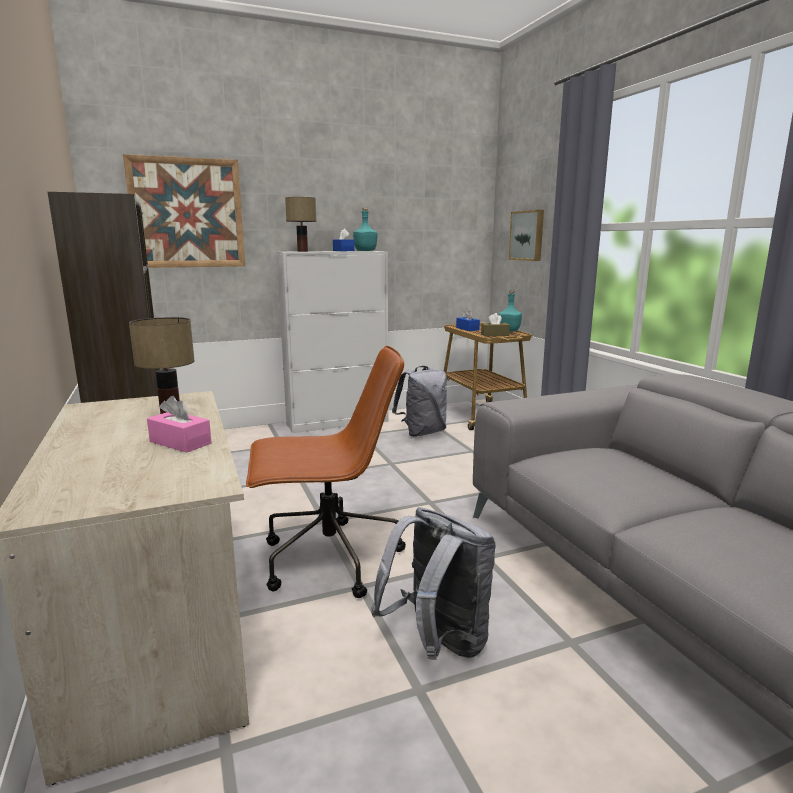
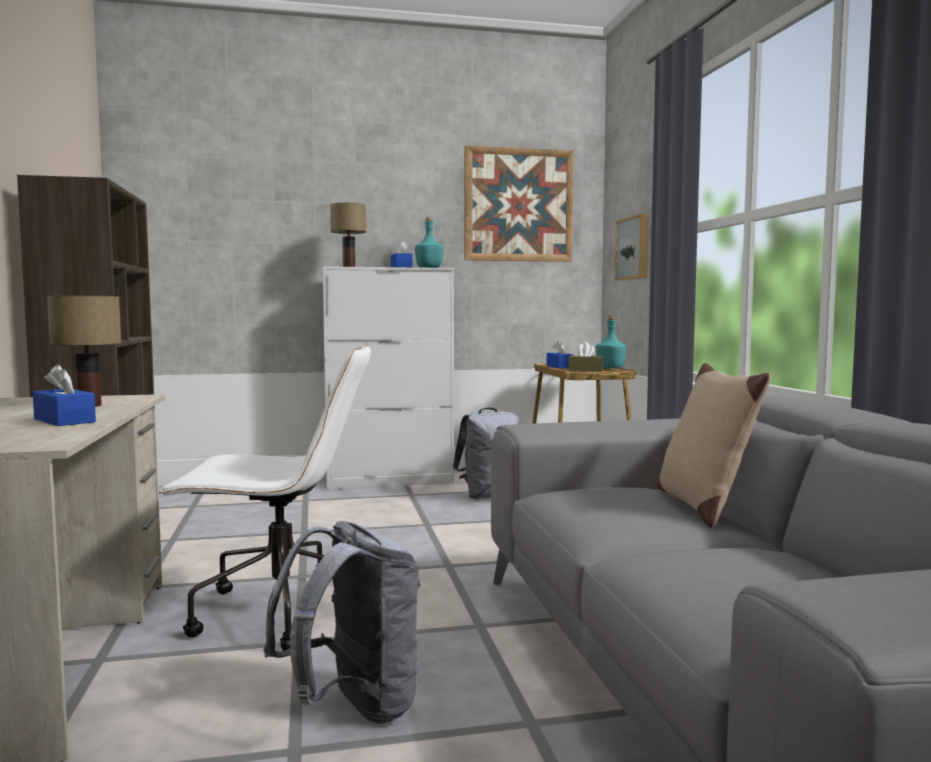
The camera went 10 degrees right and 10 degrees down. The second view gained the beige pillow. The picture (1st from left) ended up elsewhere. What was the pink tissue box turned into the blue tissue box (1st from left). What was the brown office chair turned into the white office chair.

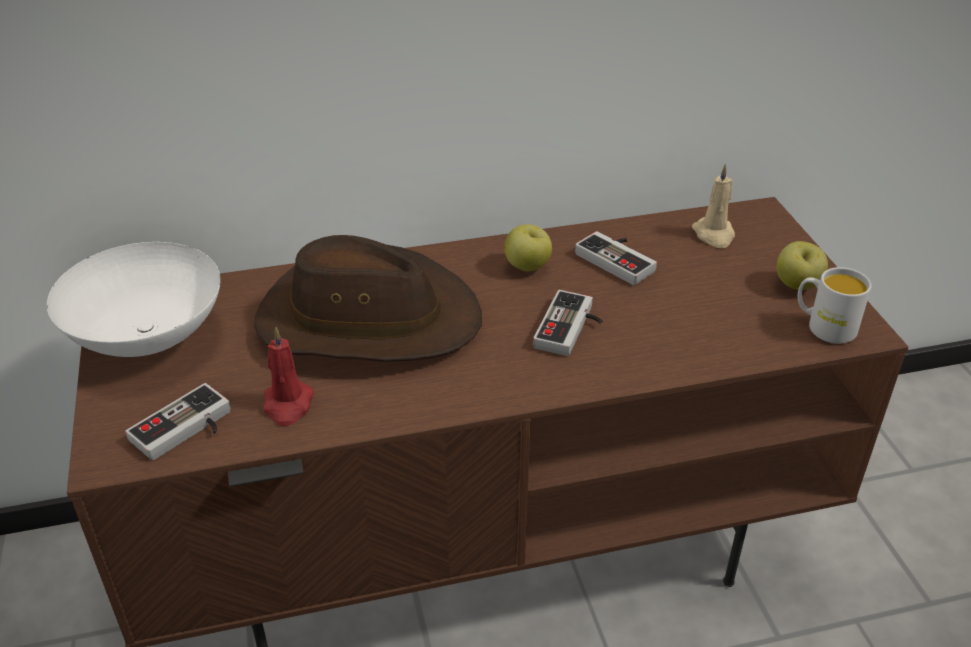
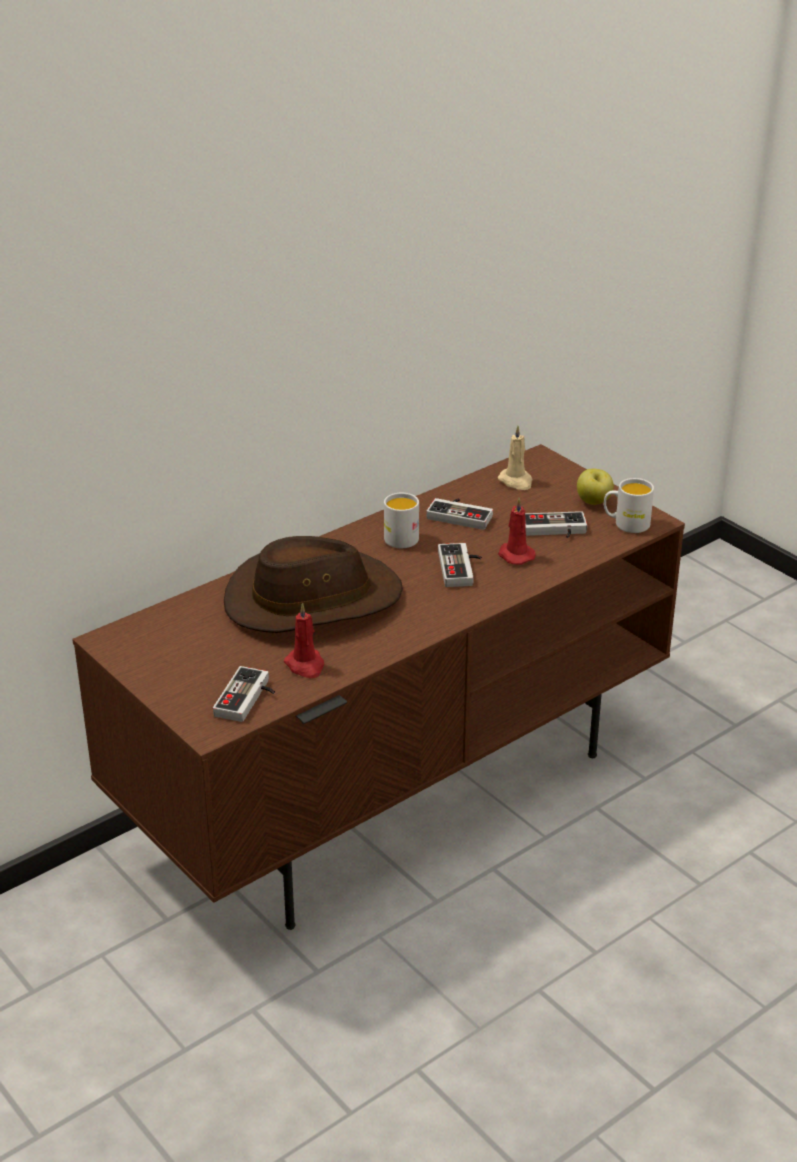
The camera went 25 degrees left and 5 degrees down. The second view lost the white bowl. The second view gained the red candle (2nd from left). The second view gained the game controller (4th from left). Where the apple (1st from left) stood, the white mug (1st from left) came to stand.

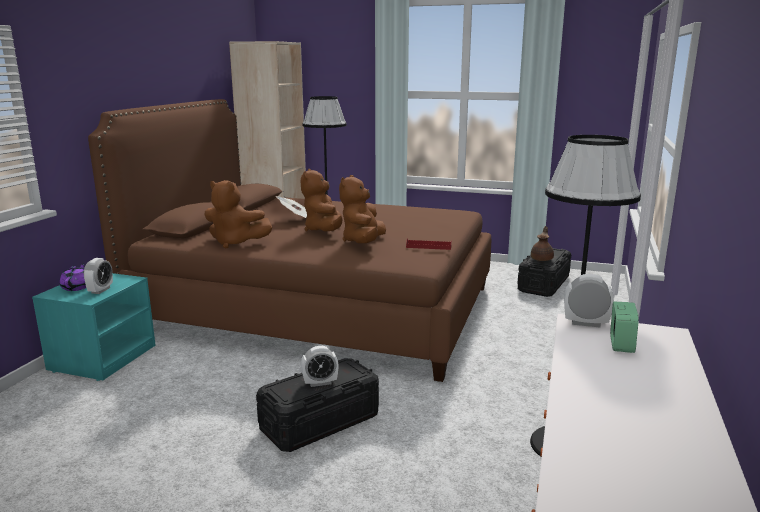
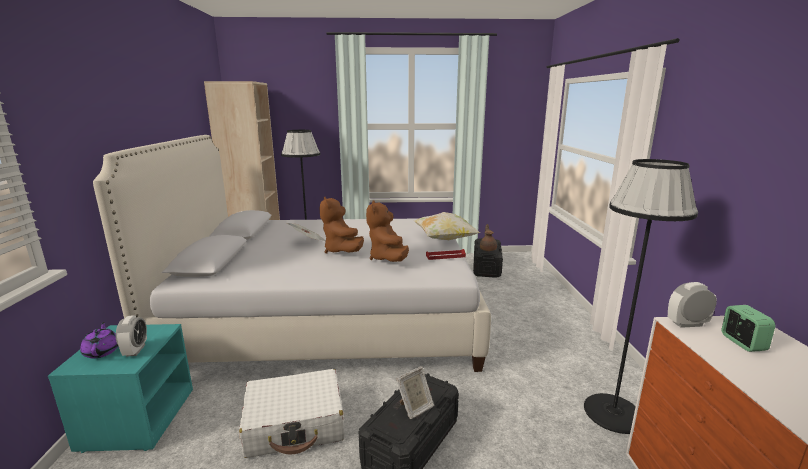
The camera went 20 degrees left and 0 degrees up. The second view lost the brown plush toy (1st from left). The second view gained the white suitcase. The second view gained the pillow. Where the alarm clock (2nd from left) stood, the picture frame came to stand. What was the brown bed turned into the white bed.

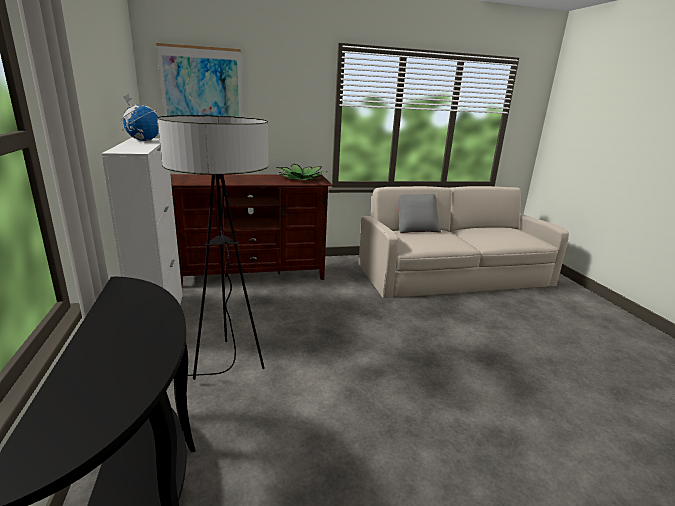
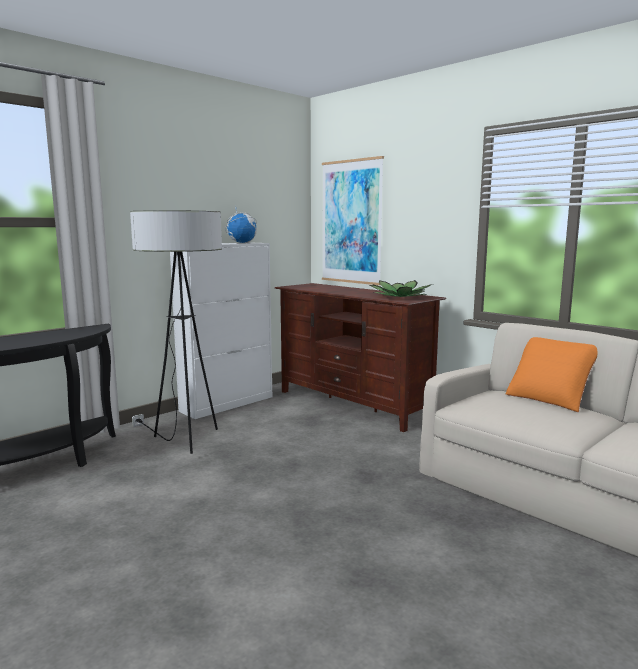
The camera went 60 degrees right and 10 degrees down. What was the grey pillow turned into the orange pillow.

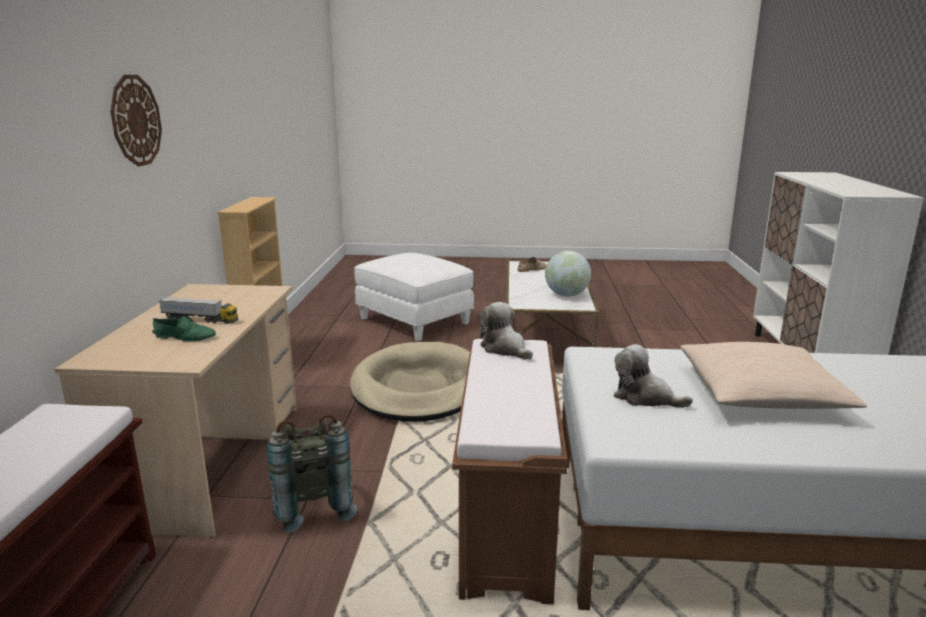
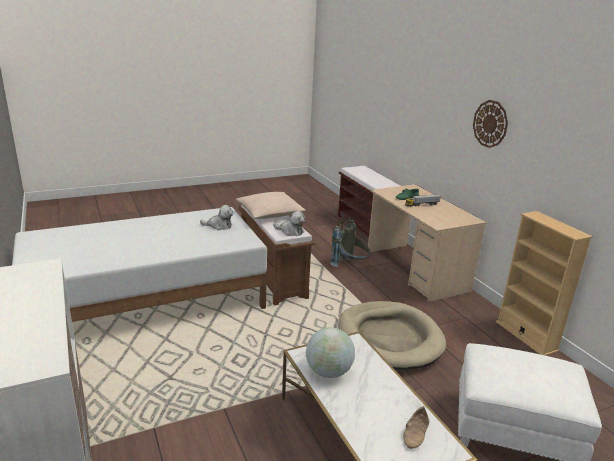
The camera went 150 degrees right and 5 degrees up. The beige pillow ended up elsewhere.

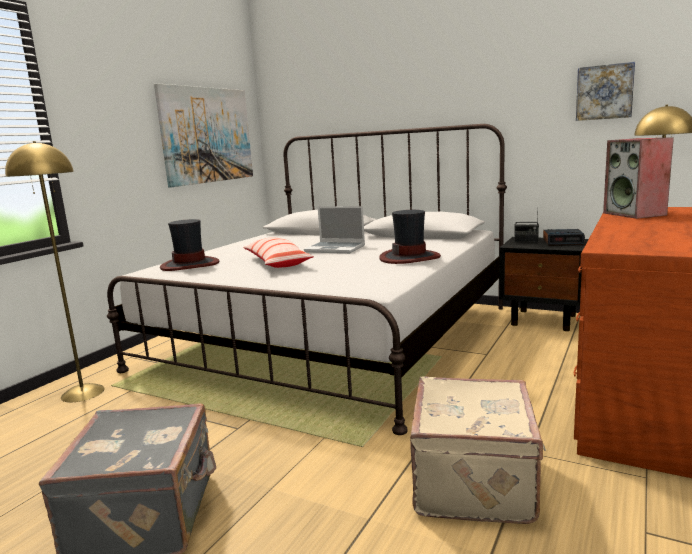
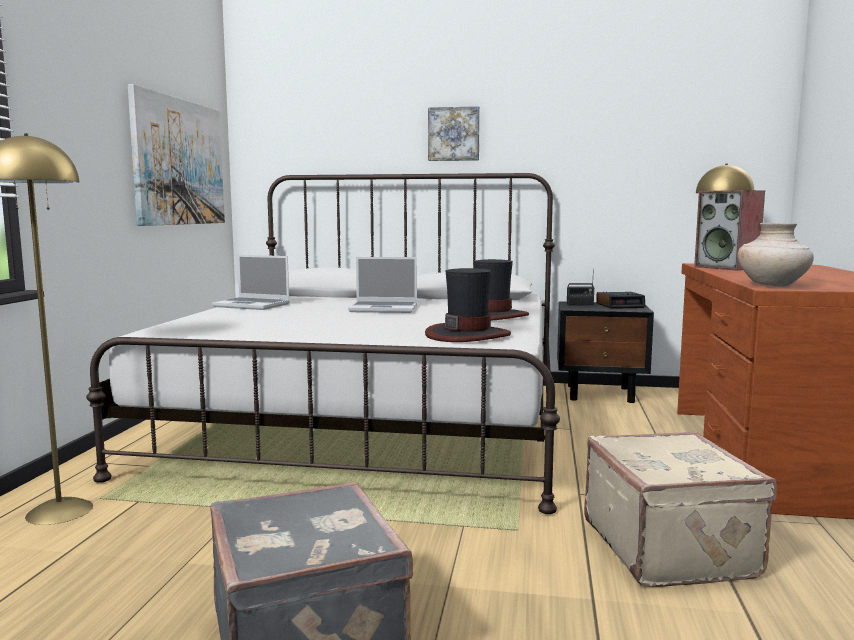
The camera went 20 degrees left and 5 degrees down. The second view lost the pillow. The second view gained the laptop (1st from left). The second view gained the beige vase. The hat (1st from left) ended up elsewhere. The picture (2nd from left) ended up elsewhere.

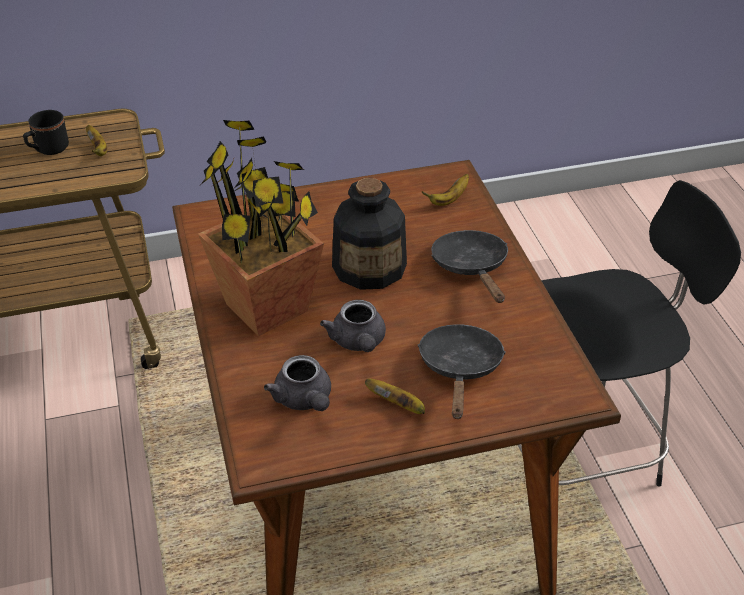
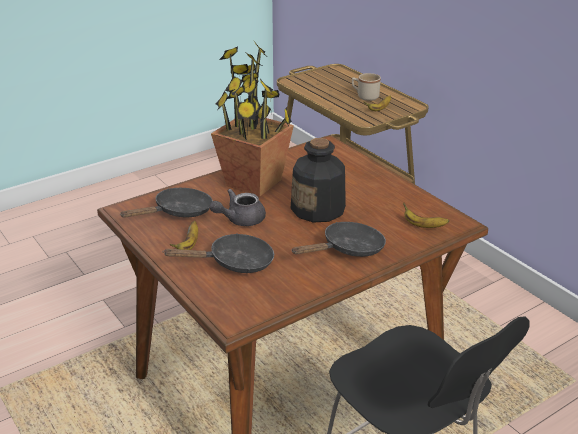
The camera went 70 degrees right and 10 degrees down. Where the grey teapot (1st from left) stood, the black frying pan (1st from left) came to stand. What was the black mug turned into the beige mug.

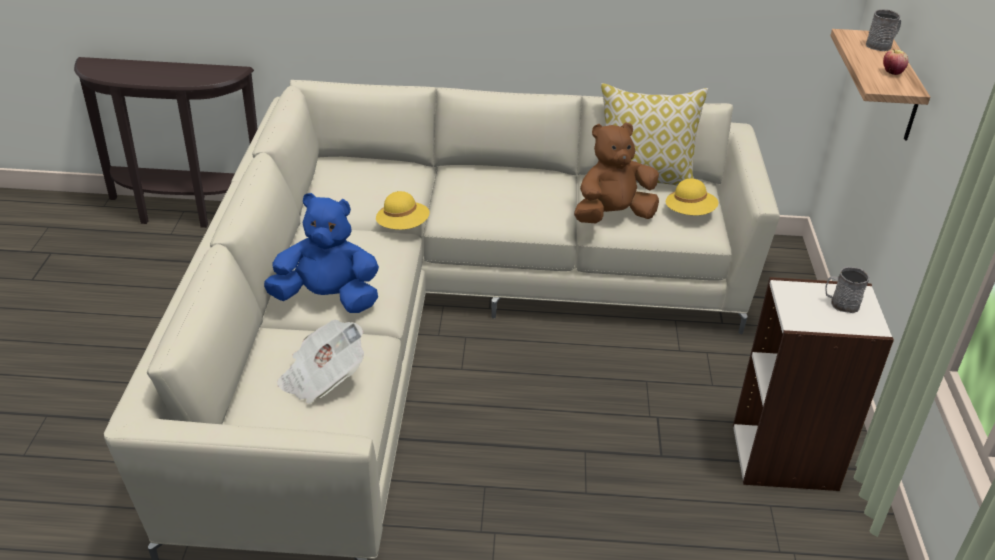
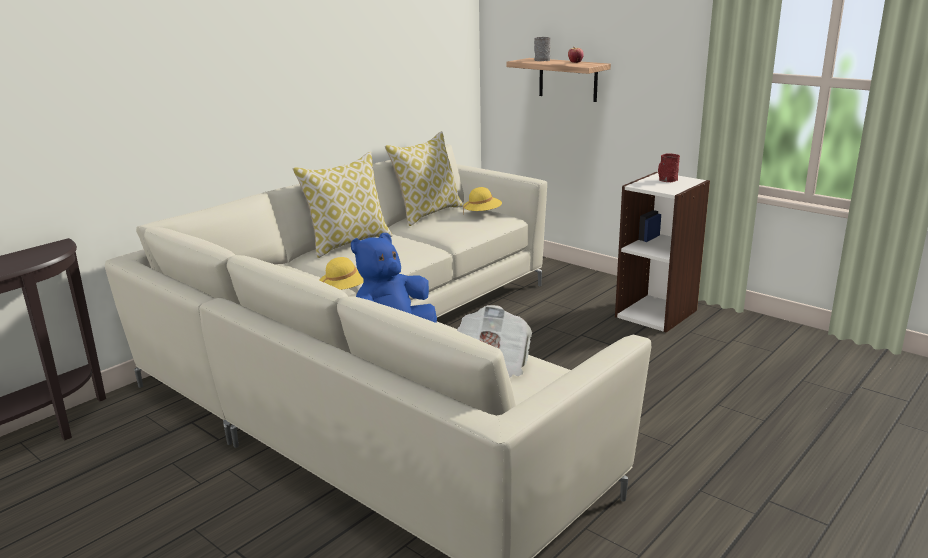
The camera went 50 degrees left and 15 degrees down. The second view lost the brown plush toy. The second view gained the pillow (1st from left). What was the grey mug (1st from left) turned into the red mug.

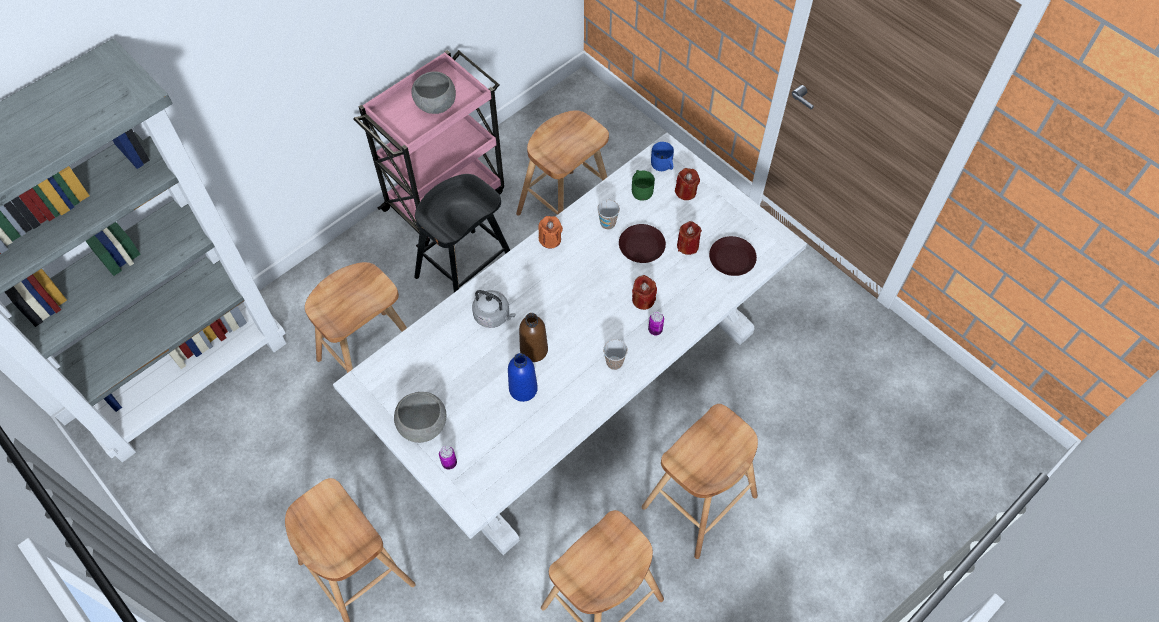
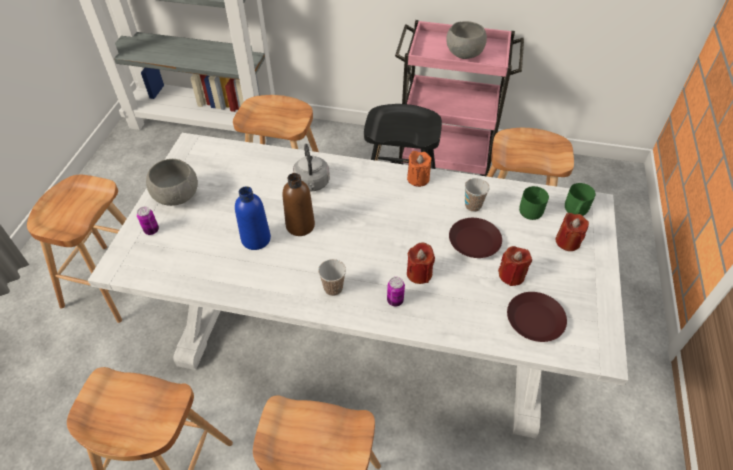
The camera went 55 degrees right and 10 degrees down. What was the blue mug turned into the green mug (2nd from left).

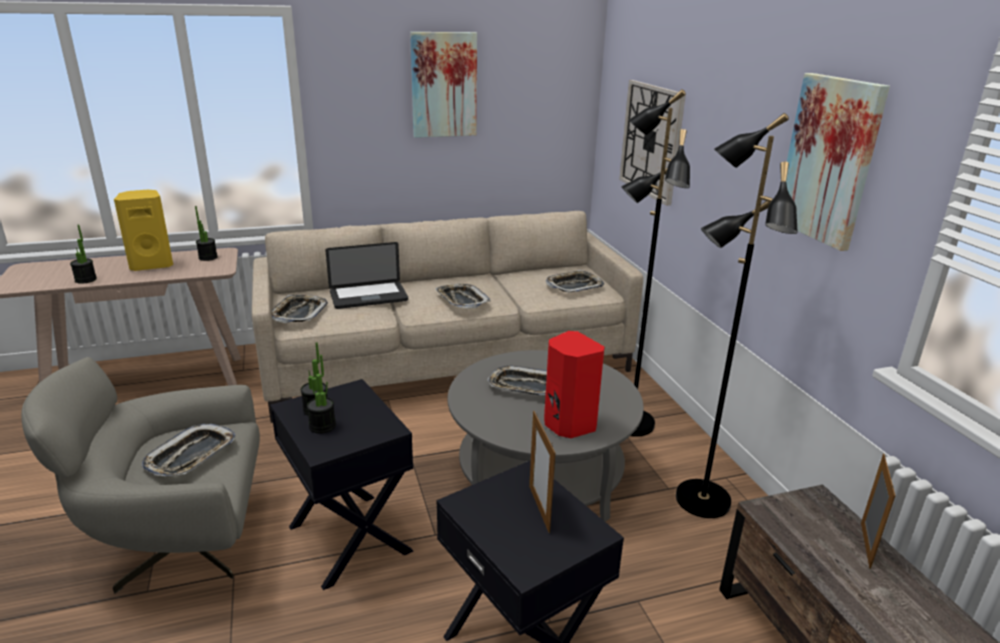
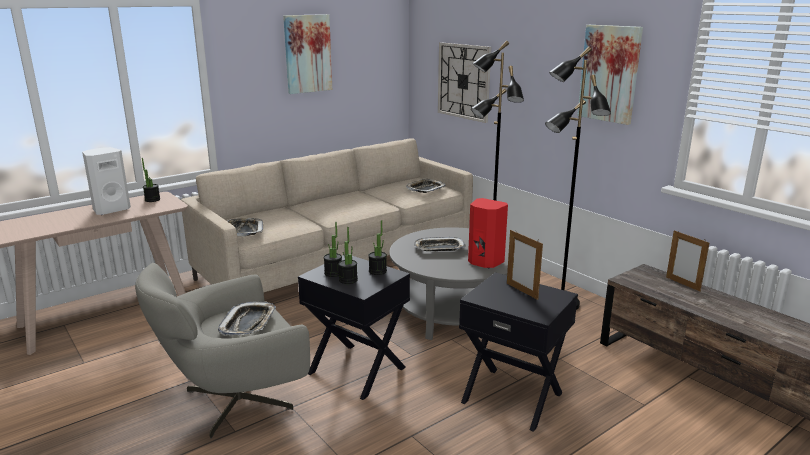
The camera went 20 degrees left and 5 degrees down. The second view lost the laptop. The second view lost the tray (3rd from left). The potted plant (1st from left in the first image) ended up elsewhere. What was the yellow speaker turned into the white speaker. The picture frame (2nd from left) ended up facing another way, 150 degrees clockwise from before.

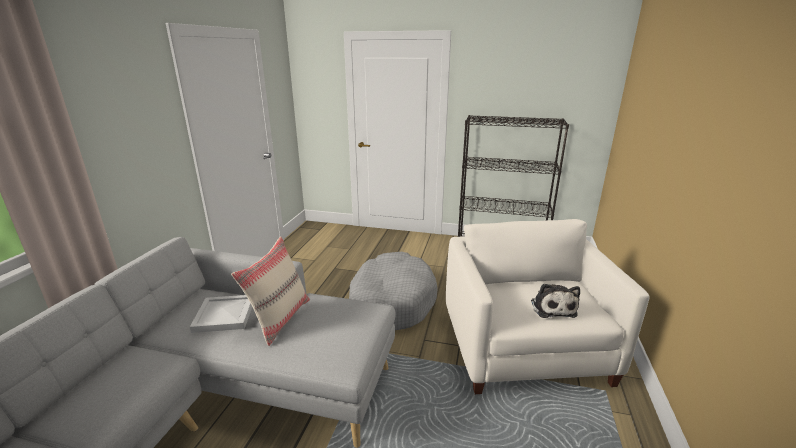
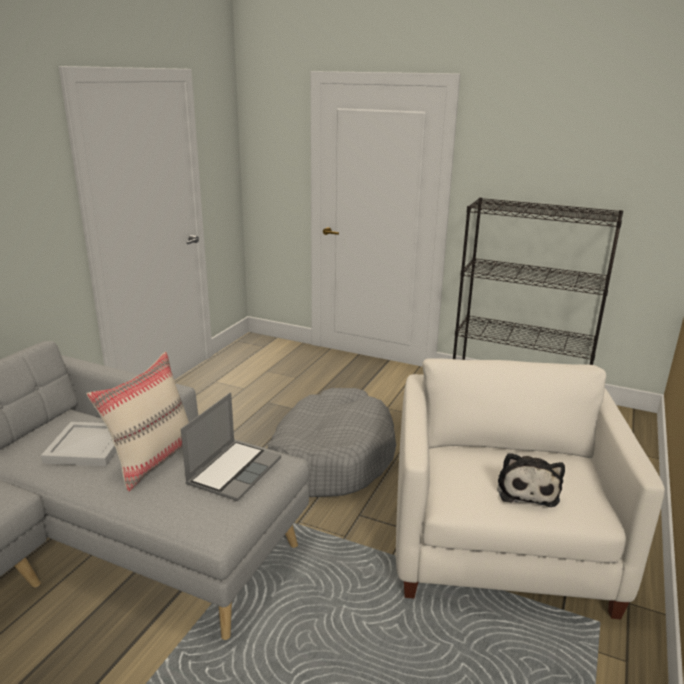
The camera went 10 degrees right and 0 degrees up. The second view gained the laptop.

